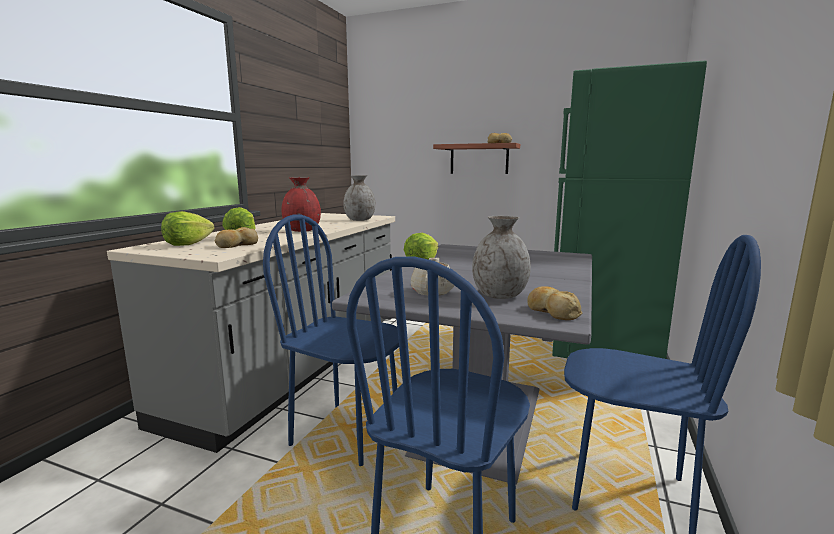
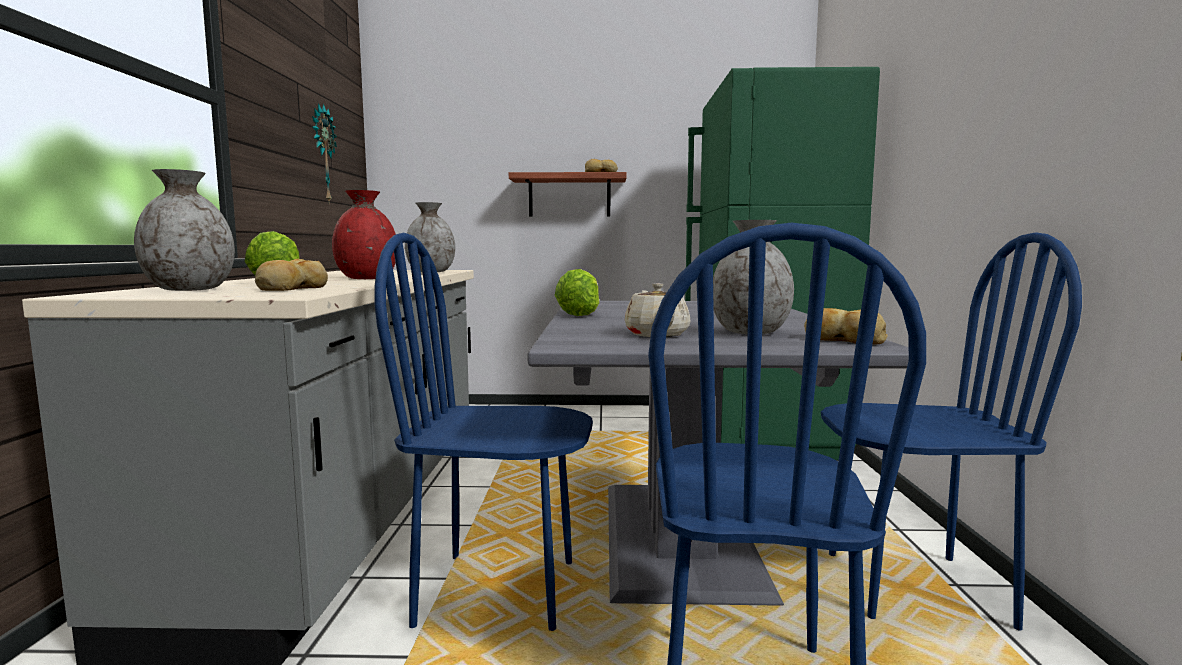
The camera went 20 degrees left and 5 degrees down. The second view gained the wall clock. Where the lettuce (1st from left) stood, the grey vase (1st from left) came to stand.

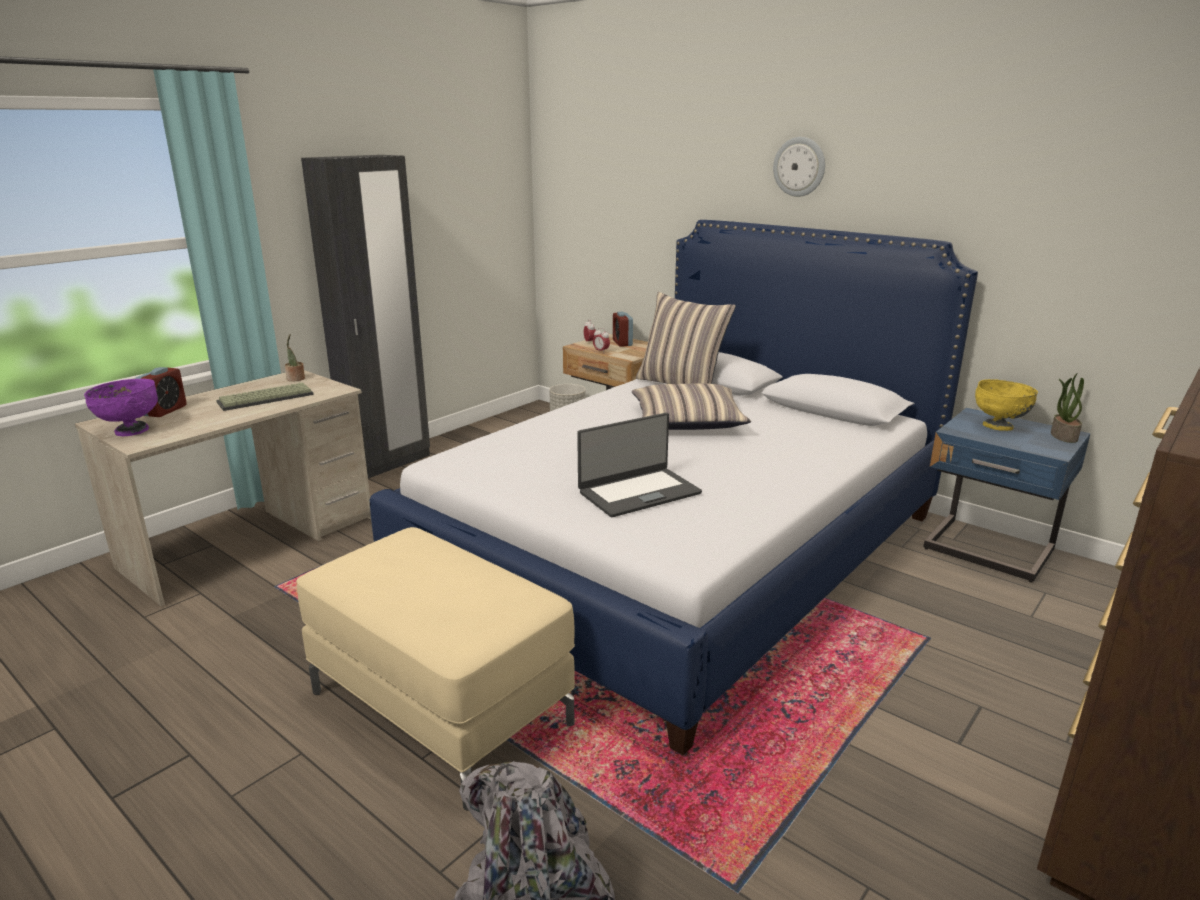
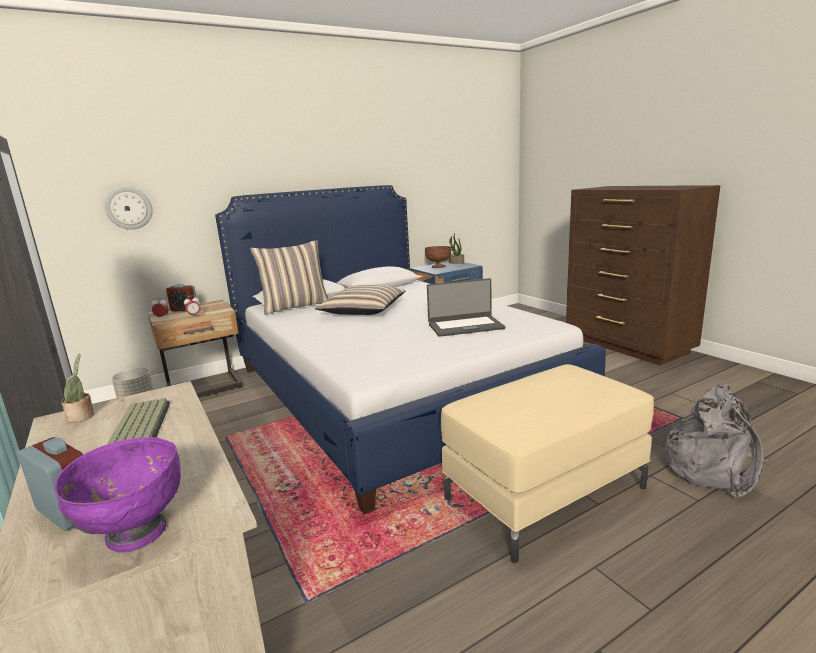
The camera went 70 degrees left and 5 degrees down. The wall clock ended up elsewhere. What was the yellow bowl turned into the brown bowl. The laptop ended up facing another way, 90 degrees clockwise from before.

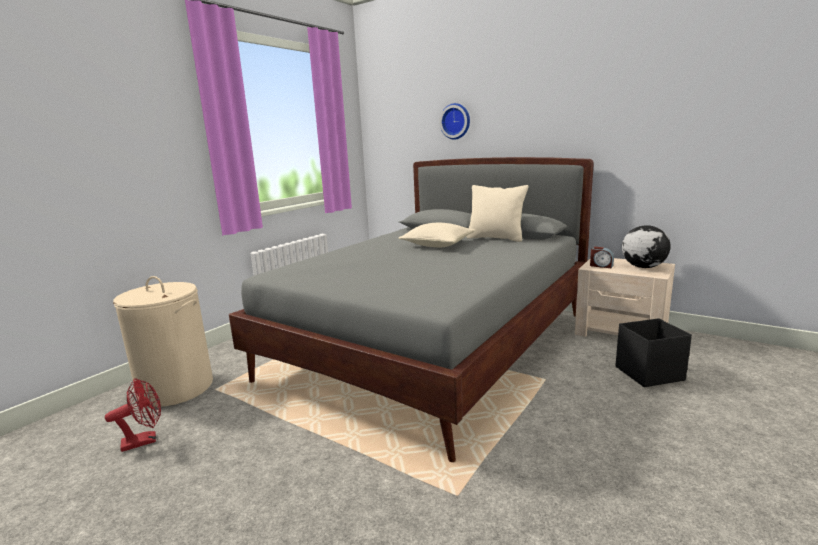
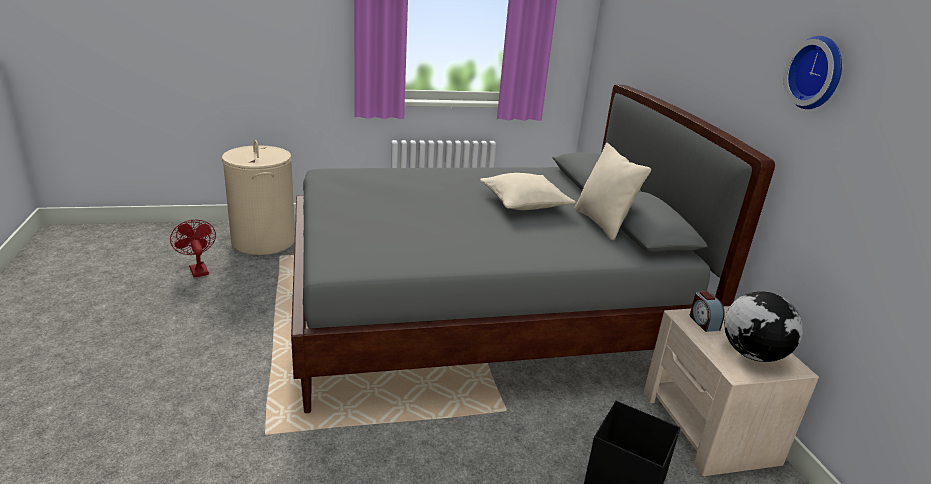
The camera went 40 degrees right and 10 degrees up. The wall clock ended up elsewhere. The red fan ended up facing another way, 135 degrees counterclockwise from before.

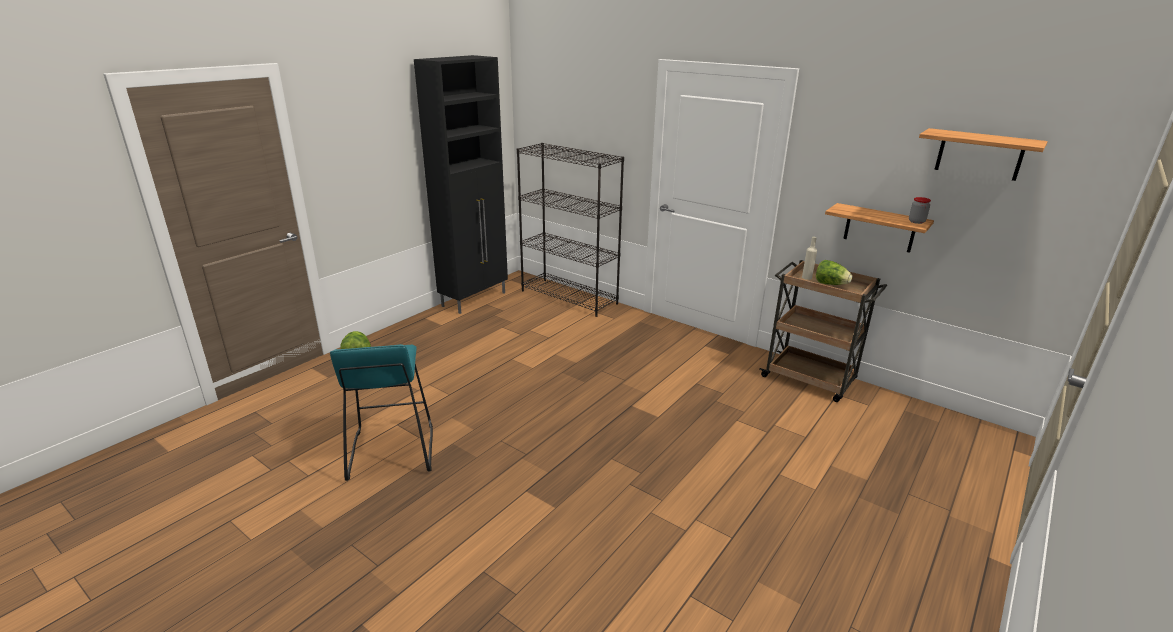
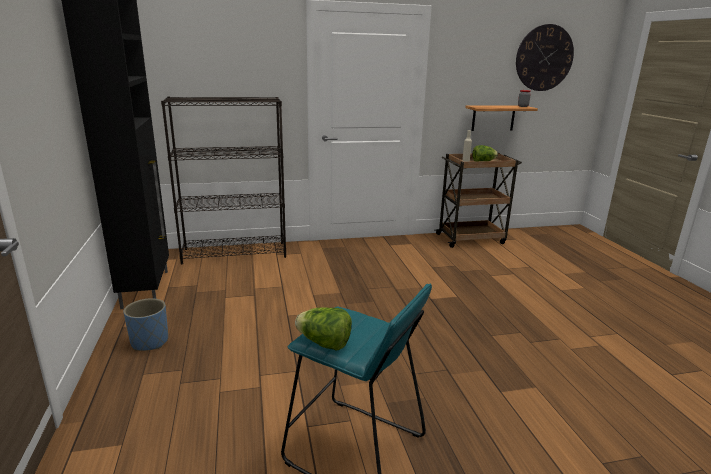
The camera went 50 degrees left and 5 degrees down. The second view gained the blue planter. Where the shelf (2nd from left) hung, the wall clock came to hang.

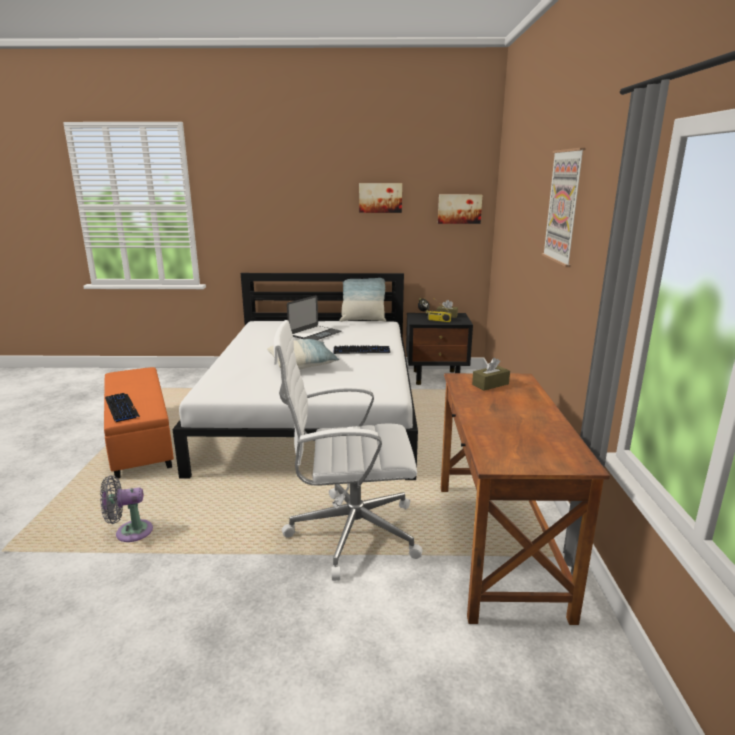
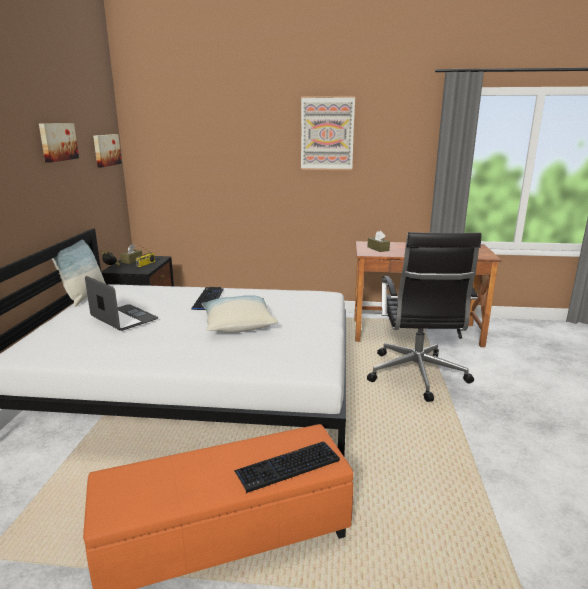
The camera went 85 degrees left and 0 degrees up. The second view lost the grey fan. What was the white office chair turned into the black office chair.

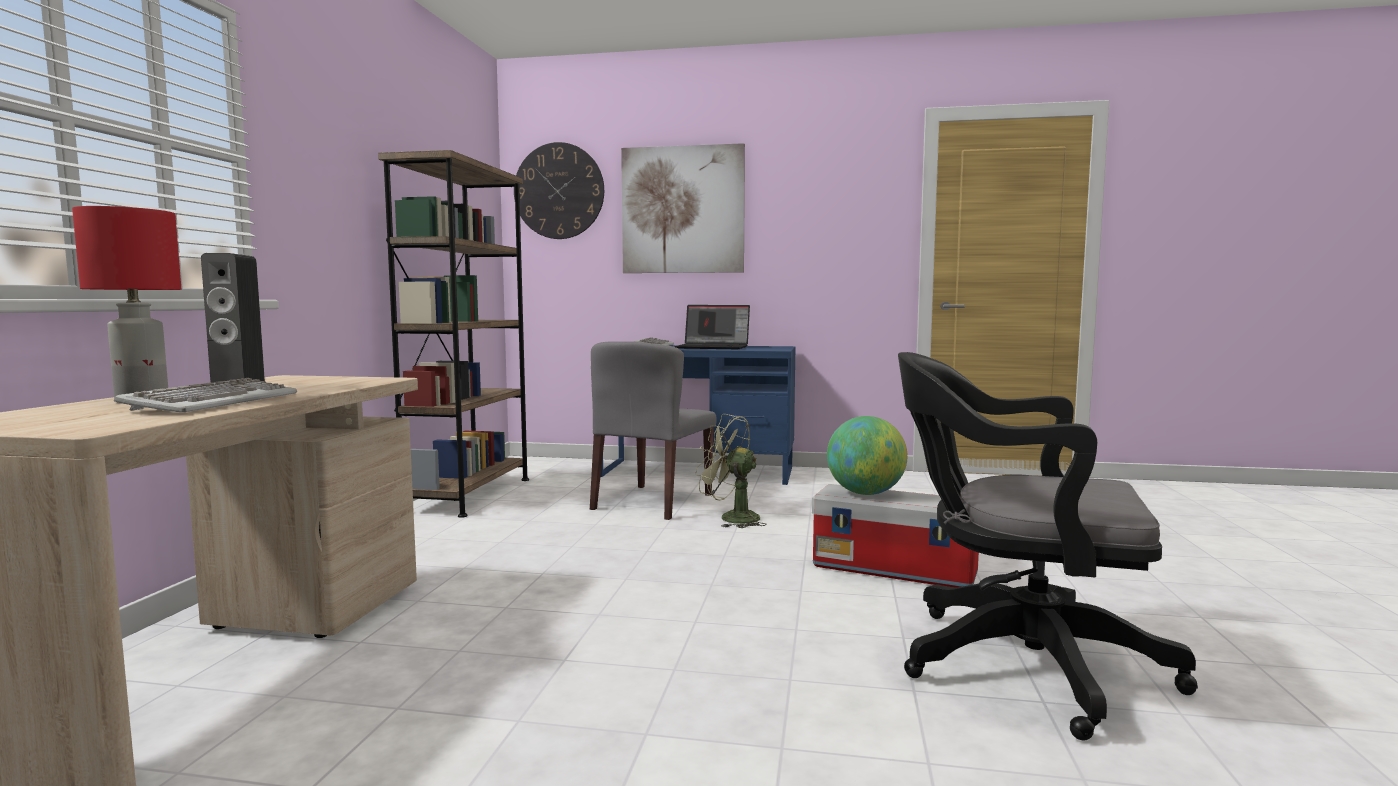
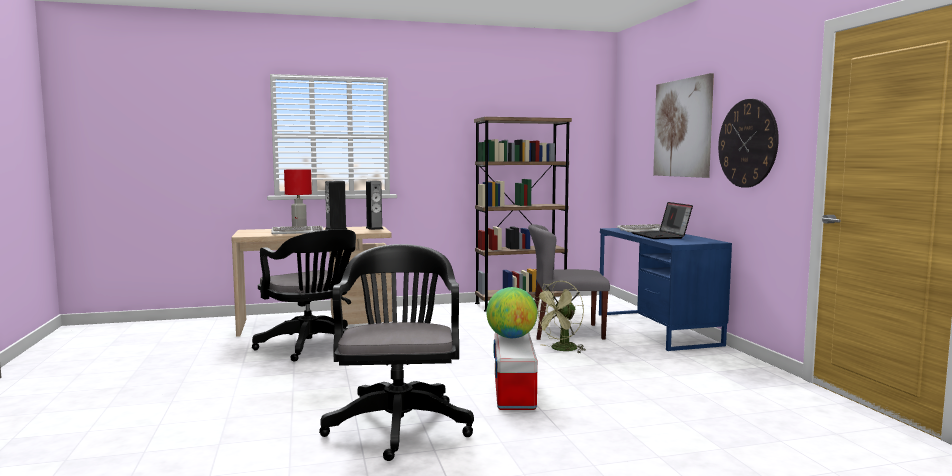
The camera went 65 degrees right and 0 degrees up. The second view gained the black office chair (1st from left). The second view gained the speaker (2nd from left). The wall clock ended up elsewhere. The green fan ended up facing another way, 135 degrees counterclockwise from before.

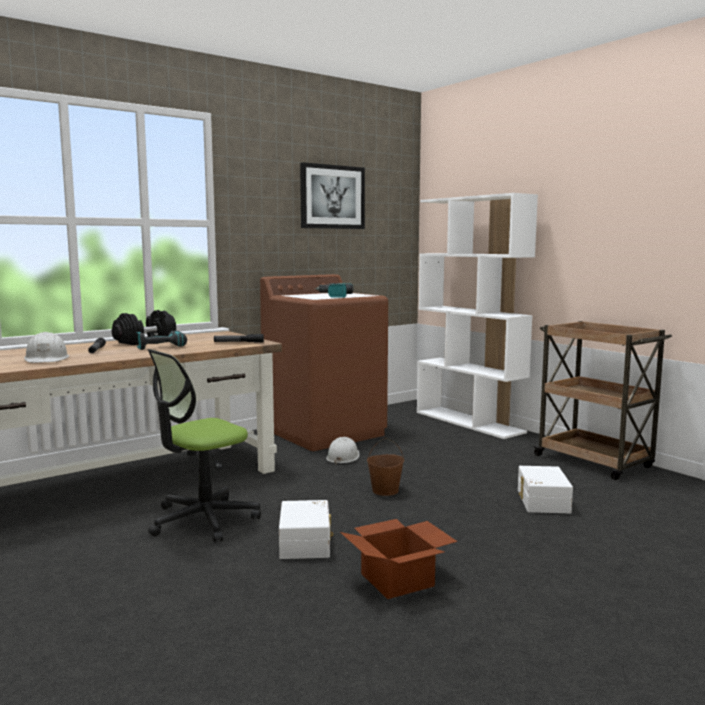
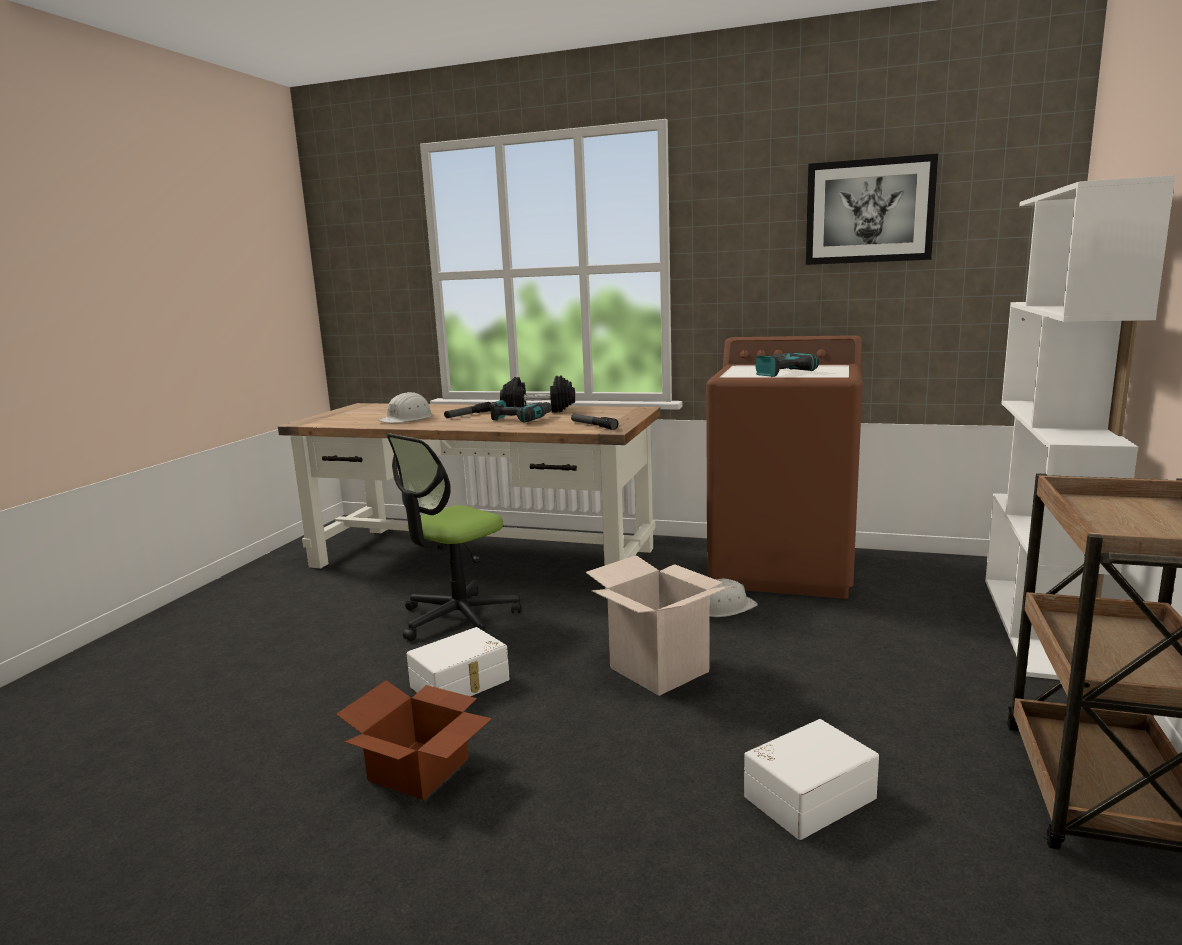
The camera went 55 degrees right and 5 degrees up. Where the brown bucket stood, the cardboard box (2nd from left) came to stand. The office chair ended up facing another way, 60 degrees counterclockwise from before.

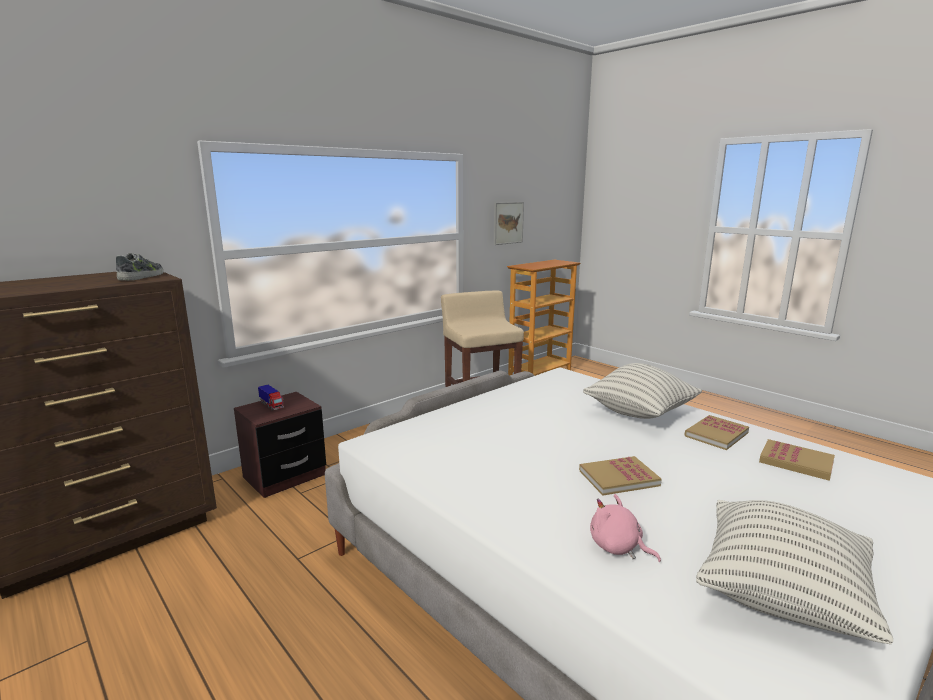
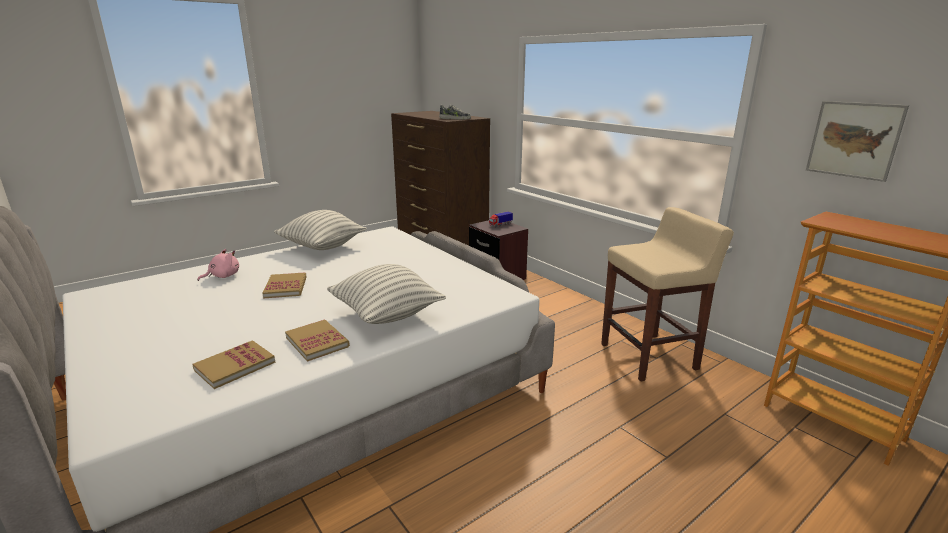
The camera went 95 degrees right and 5 degrees up. The pillow (2nd from left in the first image) ended up elsewhere.

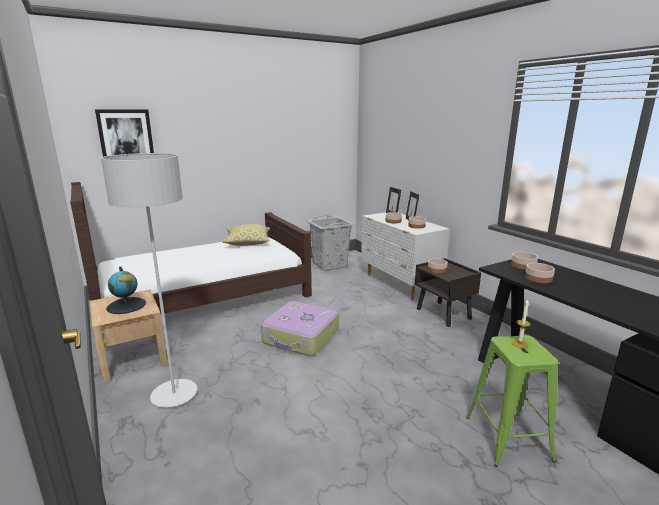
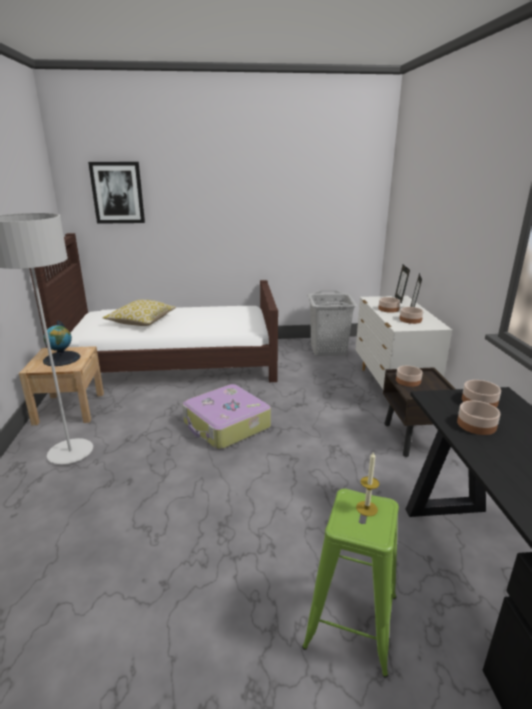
The camera went 25 degrees right and 5 degrees up. The pillow ended up elsewhere.

